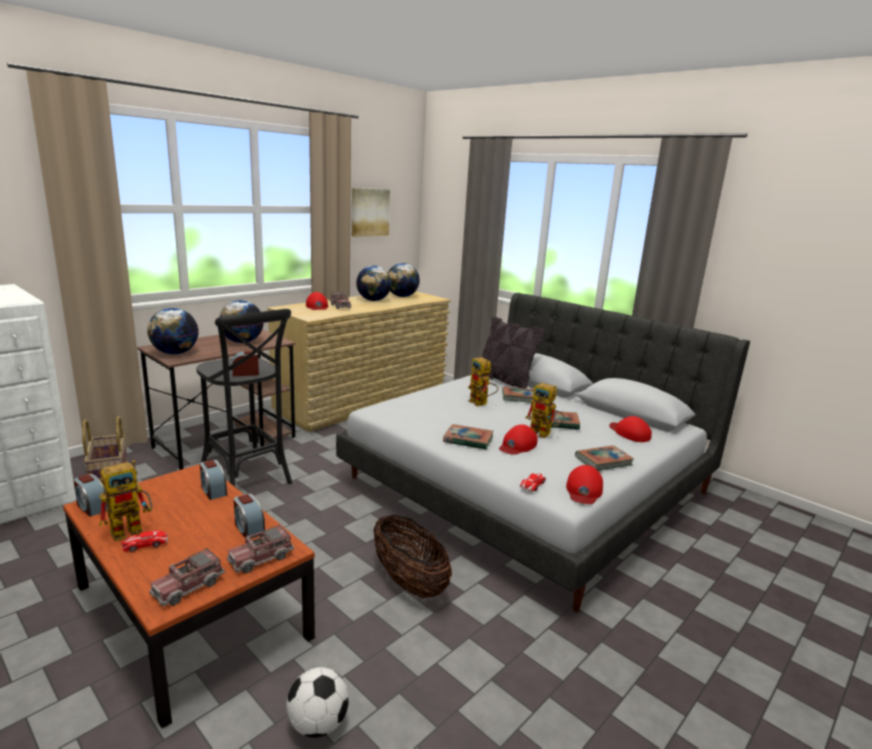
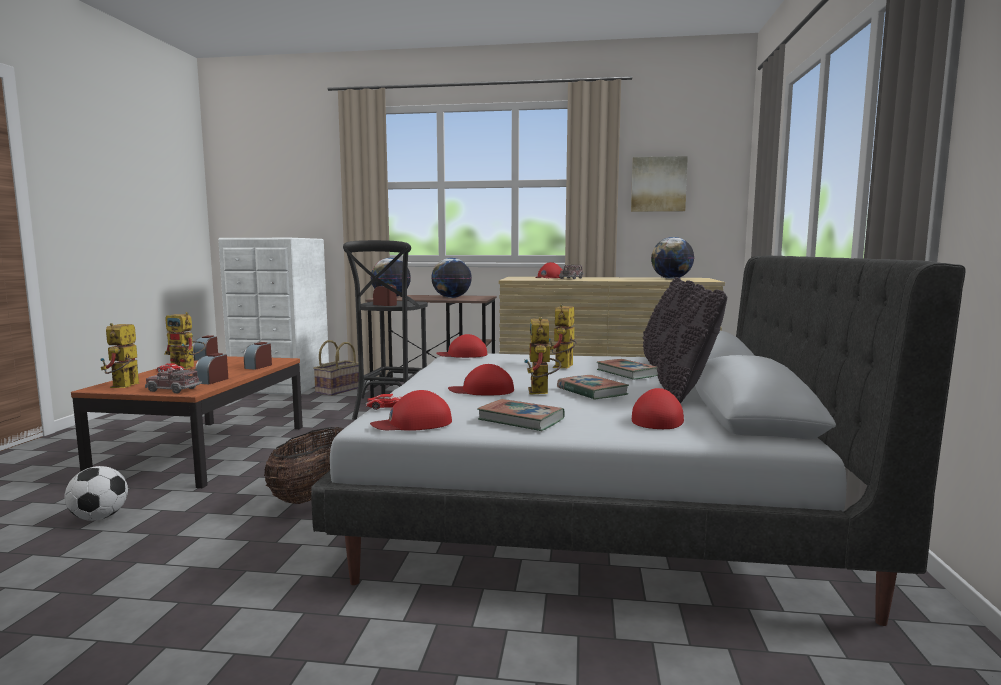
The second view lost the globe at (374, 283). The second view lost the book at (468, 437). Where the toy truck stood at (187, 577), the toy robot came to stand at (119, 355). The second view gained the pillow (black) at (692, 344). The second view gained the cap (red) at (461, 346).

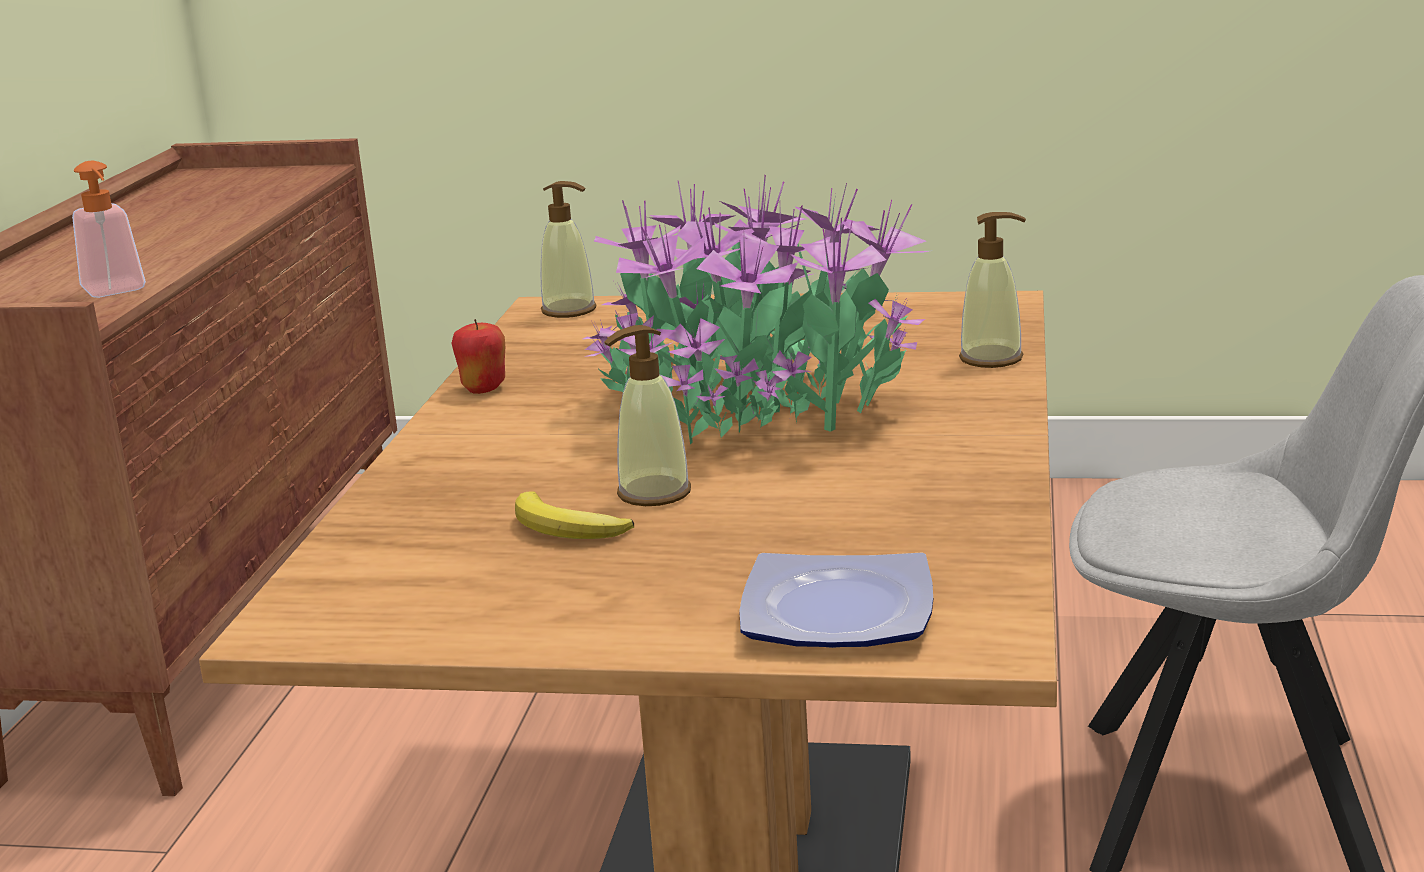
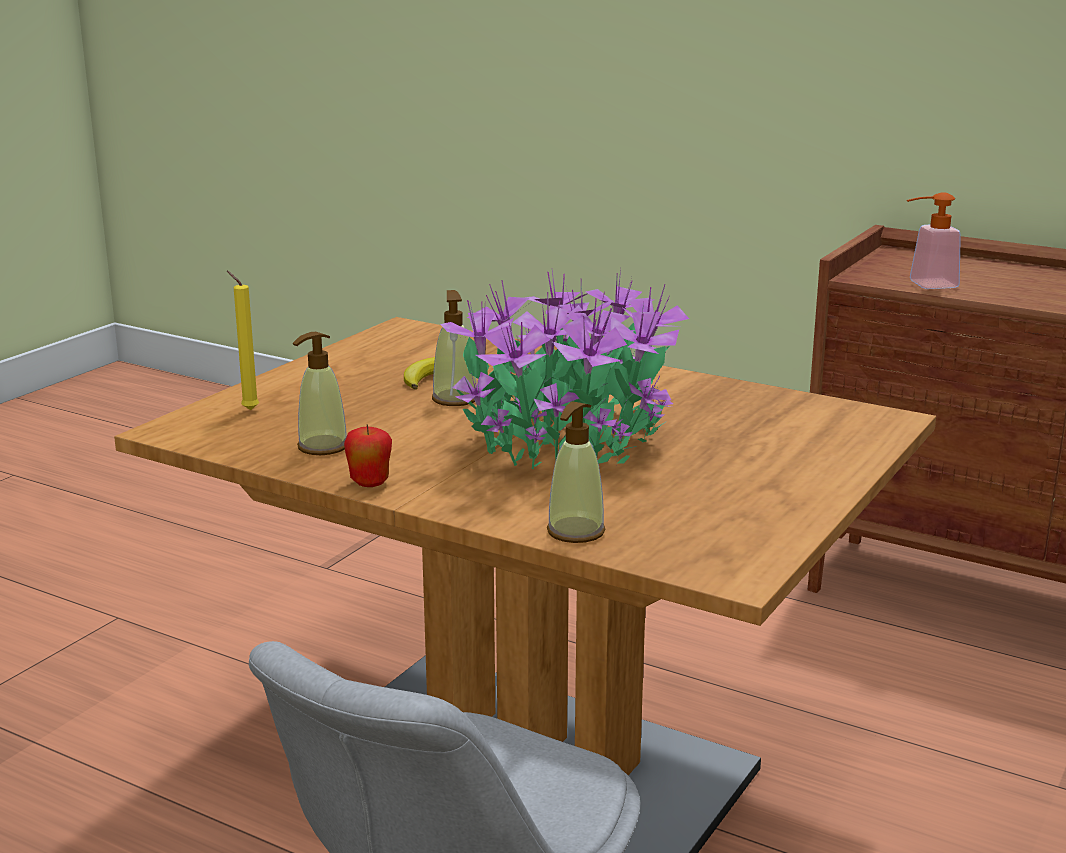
The soap dispenser ended up elsewhere, having gone from (568, 249) to (320, 393). The apple ended up elsewhere, having gone from (478, 356) to (368, 455). Where the plate stood at (836, 600), the candle (yellow) came to stand at (243, 340).

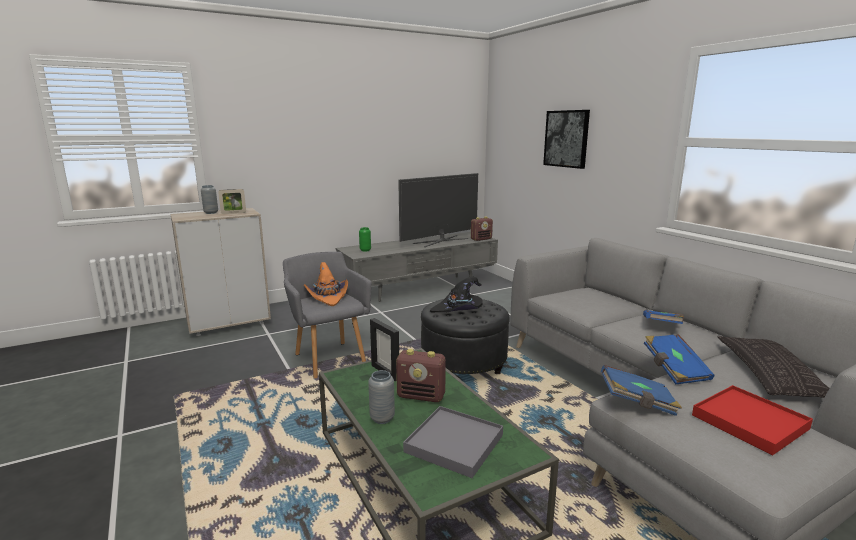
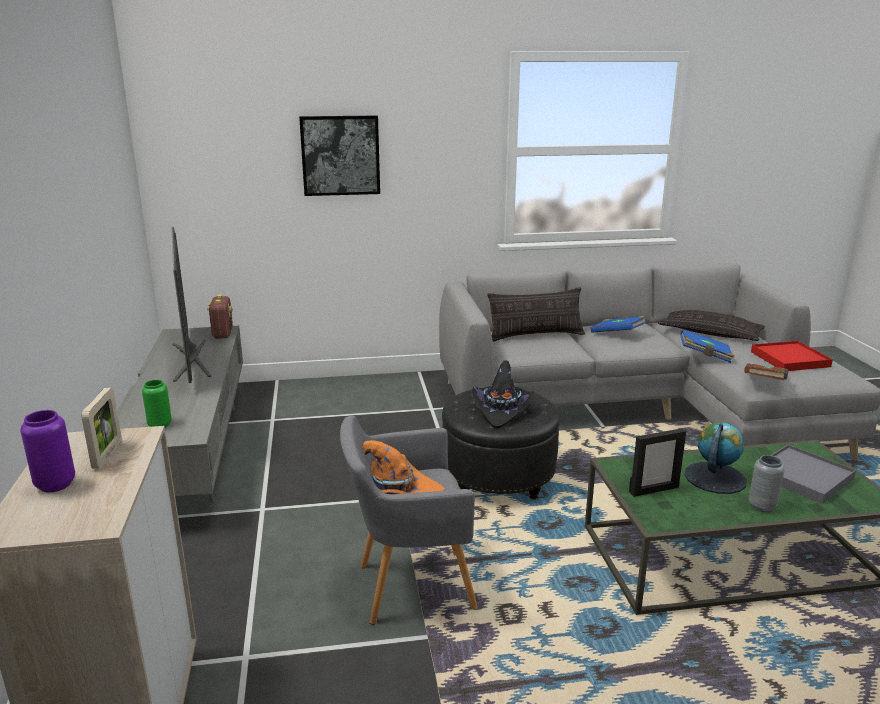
What was the vase (grey) at (209, 199) turned into the vase (purple) at (47, 451). Where the radio stood at (421, 375), the globe came to stand at (716, 458). What was the book (blue) at (641, 390) turned into the book (brown) at (766, 371). The second view gained the pillow at (536, 314).

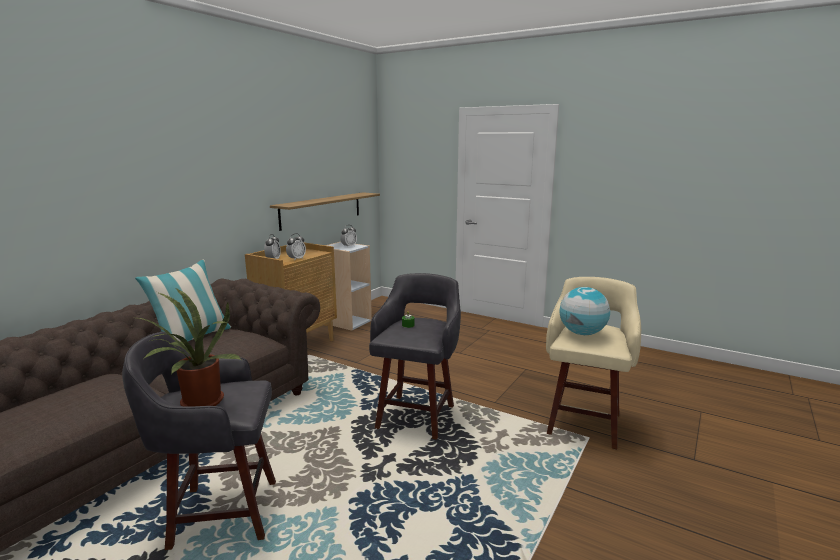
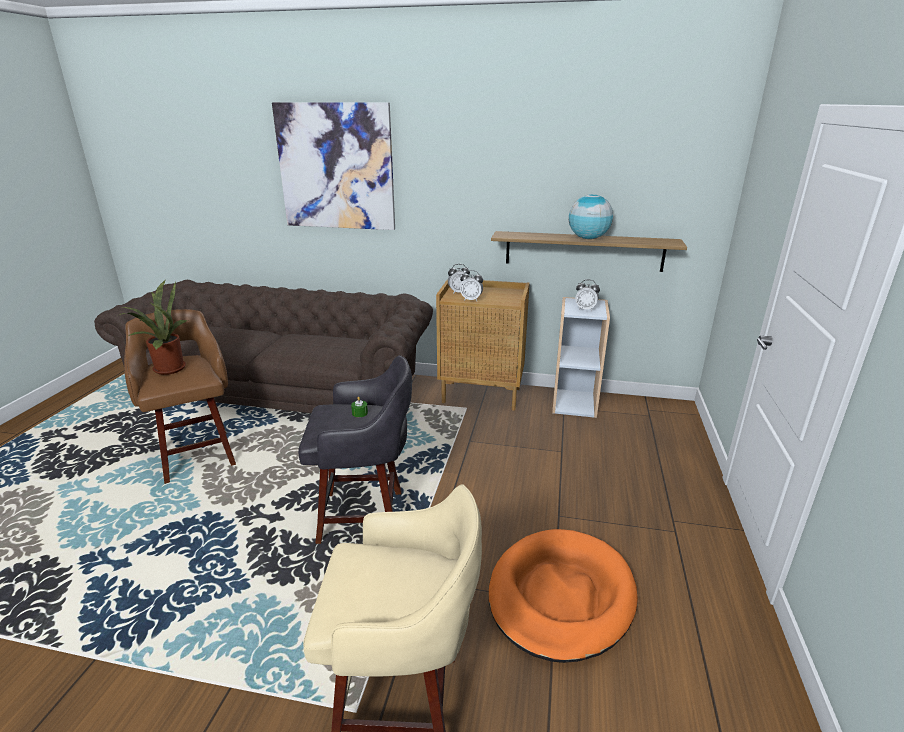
The second view lost the pillow at (183, 301). The globe ended up elsewhere, having gone from (585, 311) to (591, 216). What was the stool (grey) at (199, 441) turned into the stool (brown) at (180, 396). The second view gained the picture at (333, 166). The second view gained the dog bed (orange) at (563, 596).

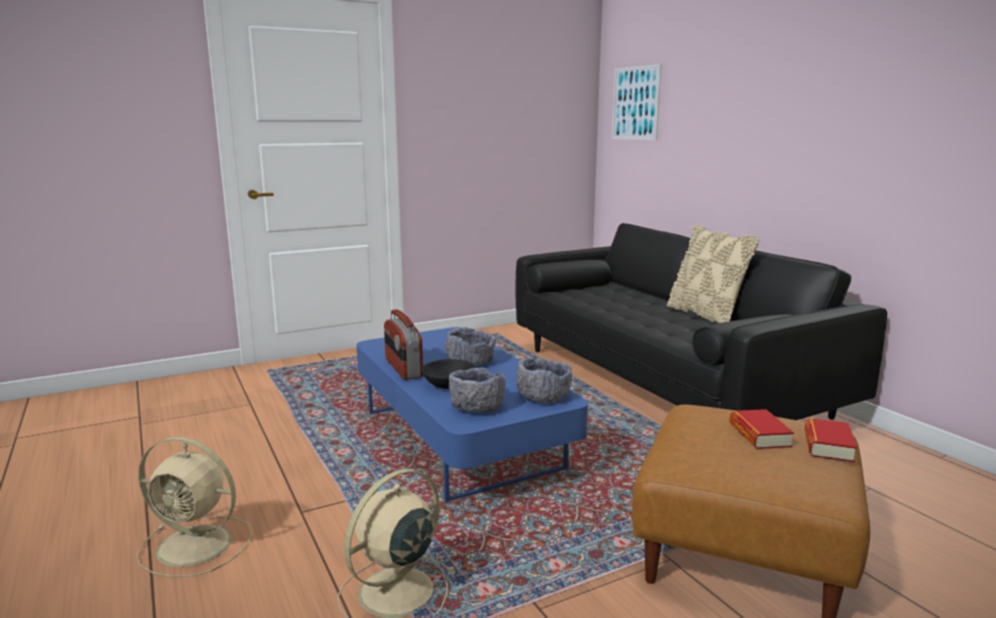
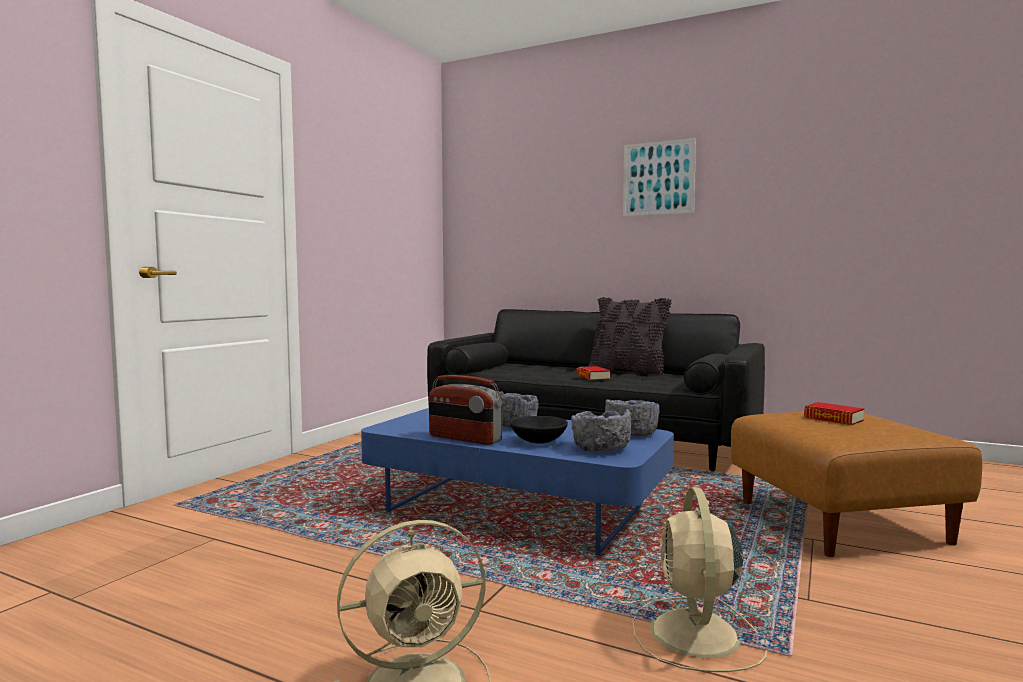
The picture ended up elsewhere, having gone from (636, 102) to (659, 177). What was the pillow (beige) at (713, 274) turned into the pillow (black) at (630, 336). The book ended up elsewhere, having gone from (831, 440) to (594, 373).

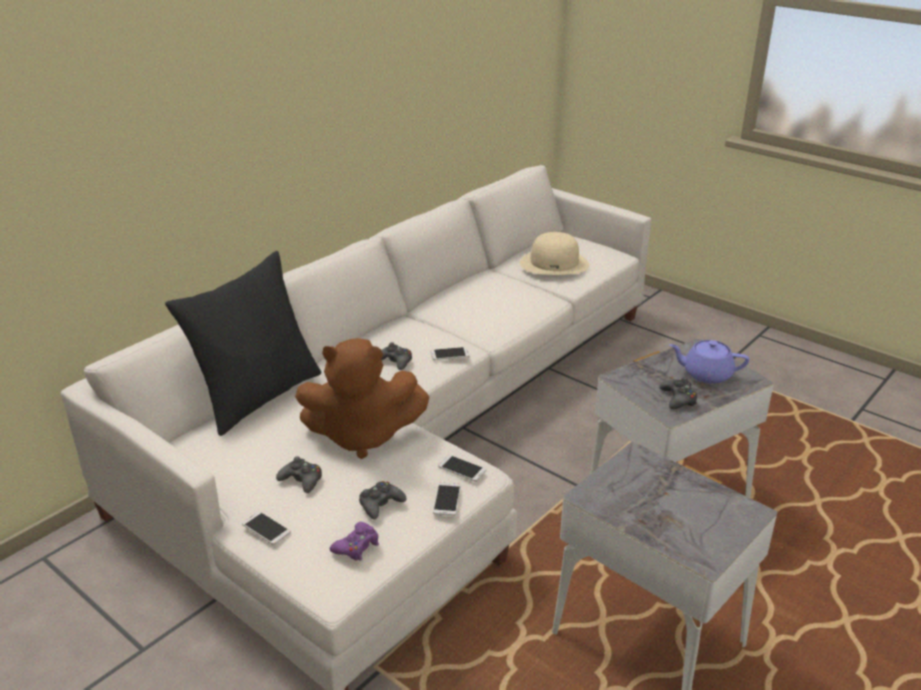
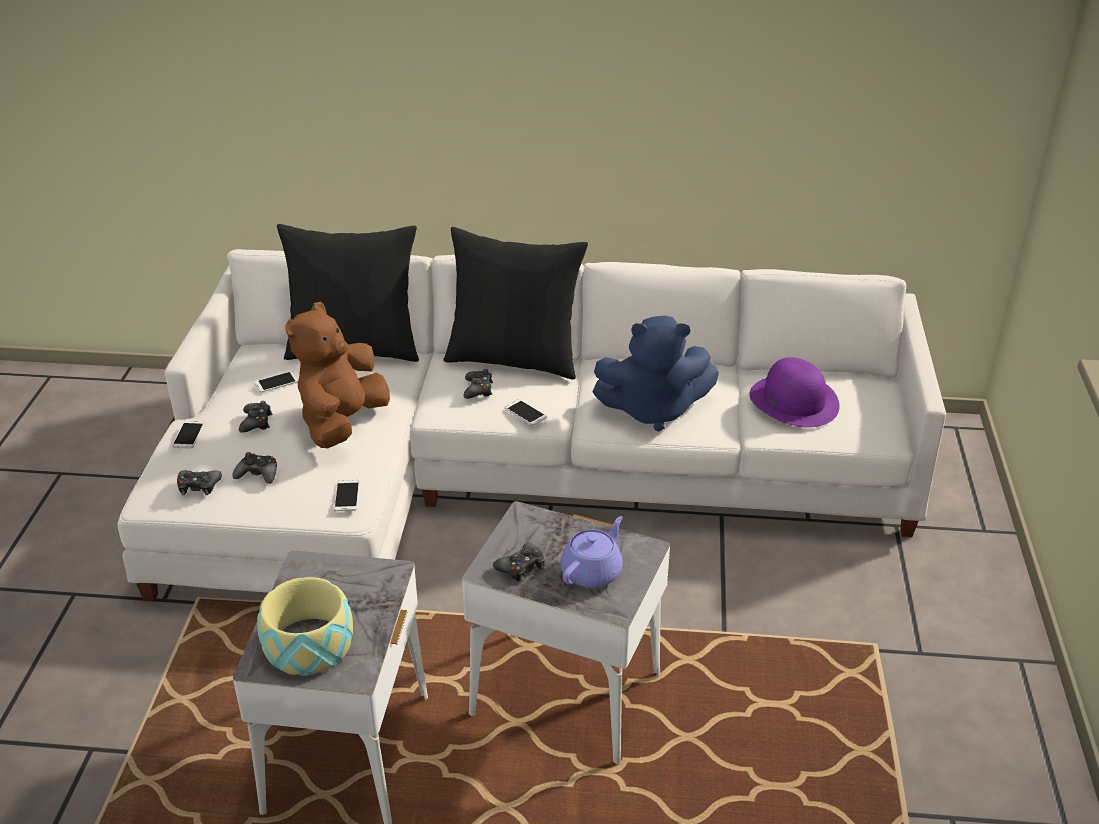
What was the hat (beige) at (554, 253) turned into the hat (purple) at (794, 392). The plush toy (brown) at (362, 398) ended up facing another way, 60 degrees clockwise from before. The teapot (purple) at (709, 362) ended up facing another way, 60 degrees clockwise from before. The phone ended up elsewhere, having gone from (447, 499) to (276, 382). What was the game controller (purple) at (354, 541) turned into the game controller (black) at (199, 482). The second view gained the pillow (black) at (515, 303). The second view gained the plush toy (blue) at (655, 374). The second view gained the bowl at (305, 626).

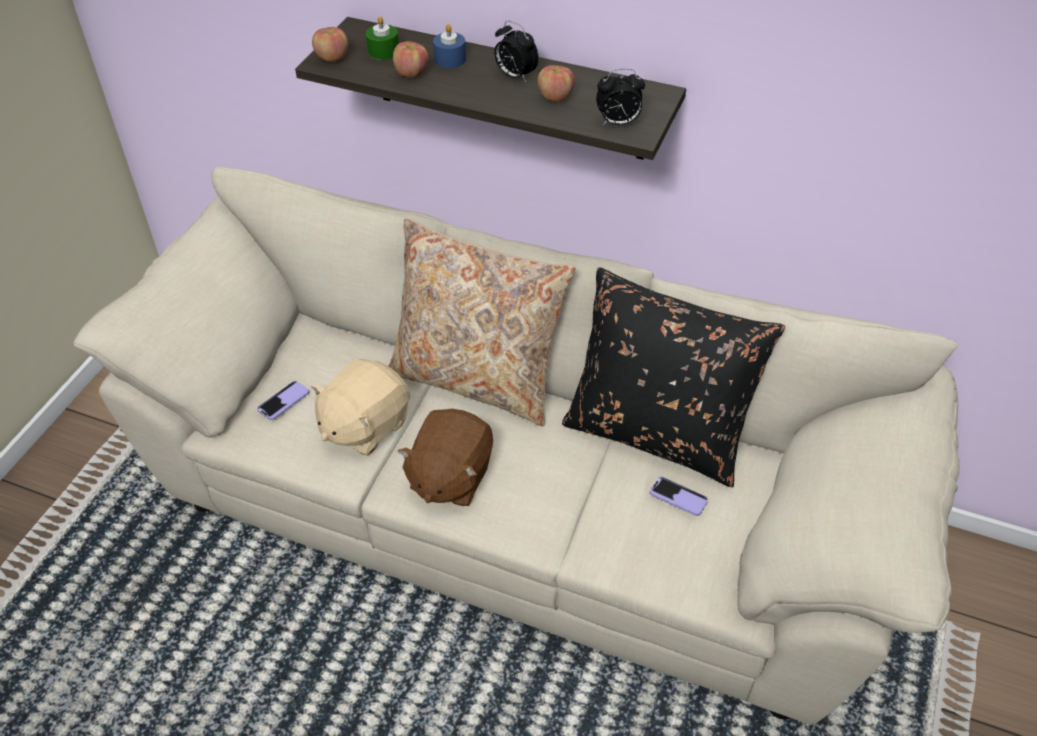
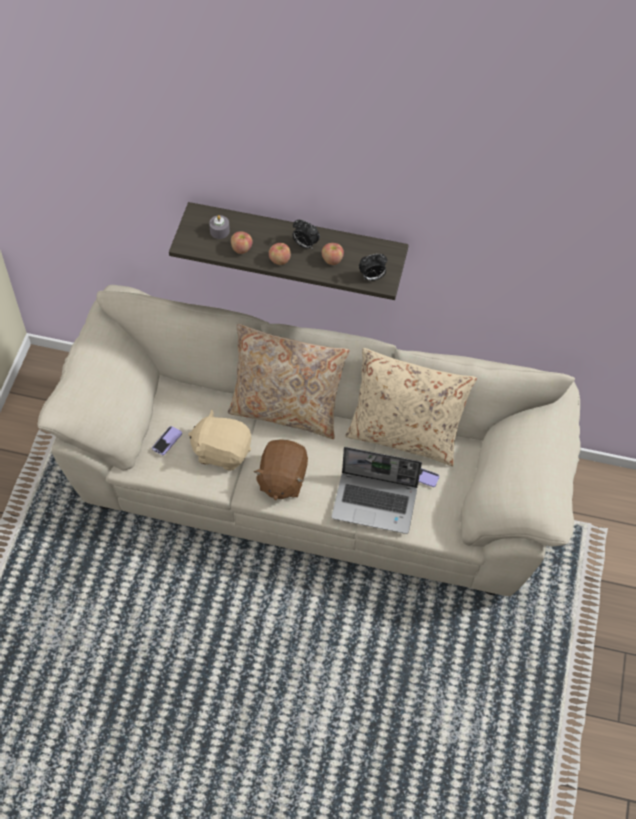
What was the candle (green) at (382, 38) turned into the candle (grey) at (219, 227). The second view lost the candle (blue) at (449, 46). The apple ended up elsewhere, having gone from (330, 44) to (280, 254). What was the pillow (black) at (673, 377) turned into the pillow (beige) at (411, 407). The plush toy (beige) at (360, 407) ended up facing another way, 75 degrees clockwise from before. The second view gained the laptop at (377, 490).

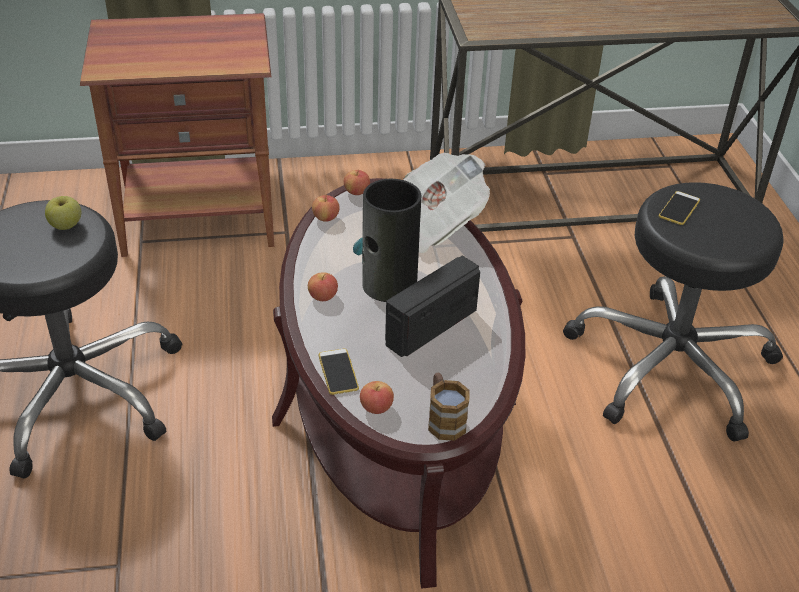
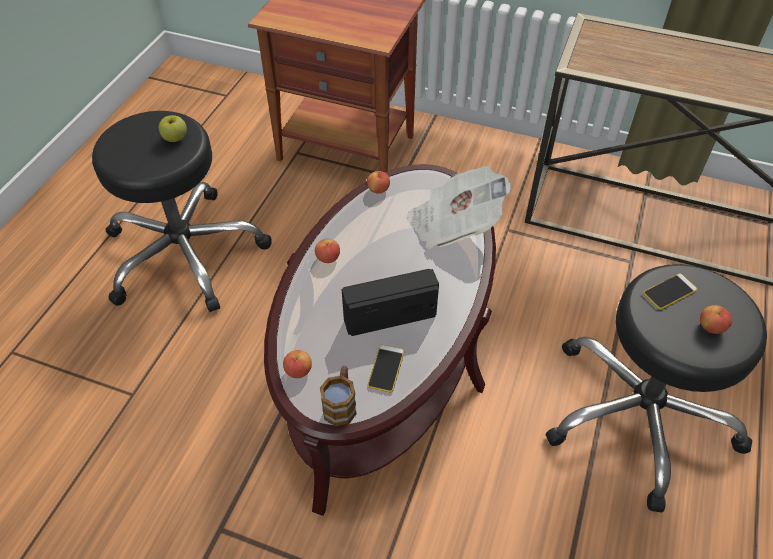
The apple ended up elsewhere, having gone from (357, 182) to (716, 319). The second view lost the vase at (387, 240). The phone ended up elsewhere, having gone from (339, 372) to (385, 369).

